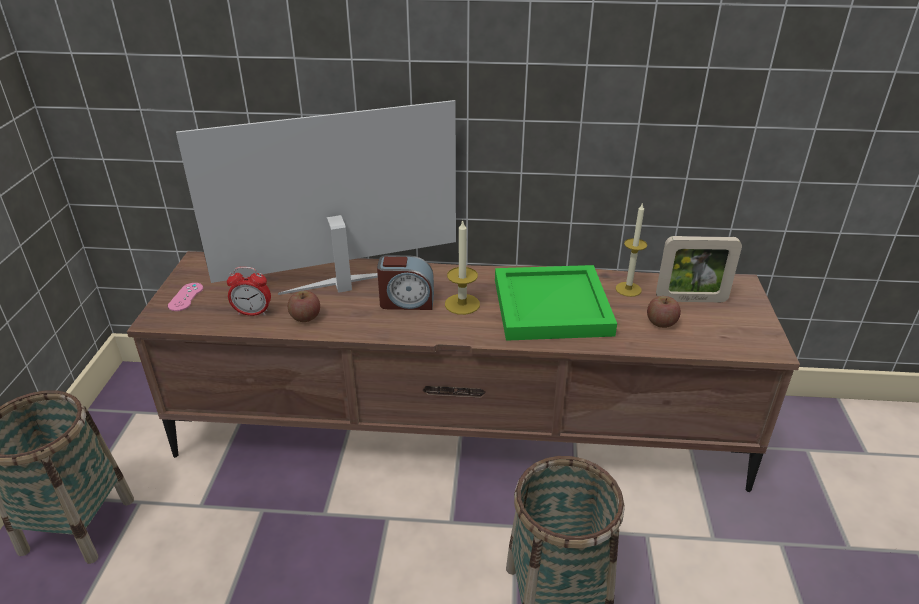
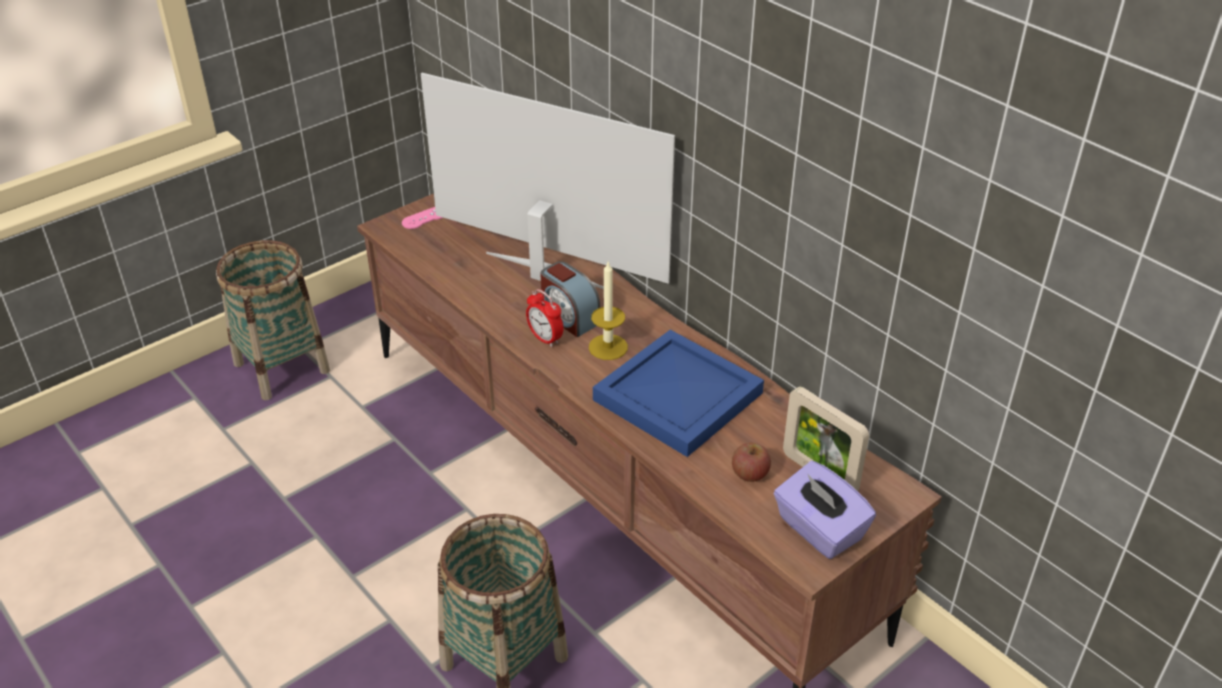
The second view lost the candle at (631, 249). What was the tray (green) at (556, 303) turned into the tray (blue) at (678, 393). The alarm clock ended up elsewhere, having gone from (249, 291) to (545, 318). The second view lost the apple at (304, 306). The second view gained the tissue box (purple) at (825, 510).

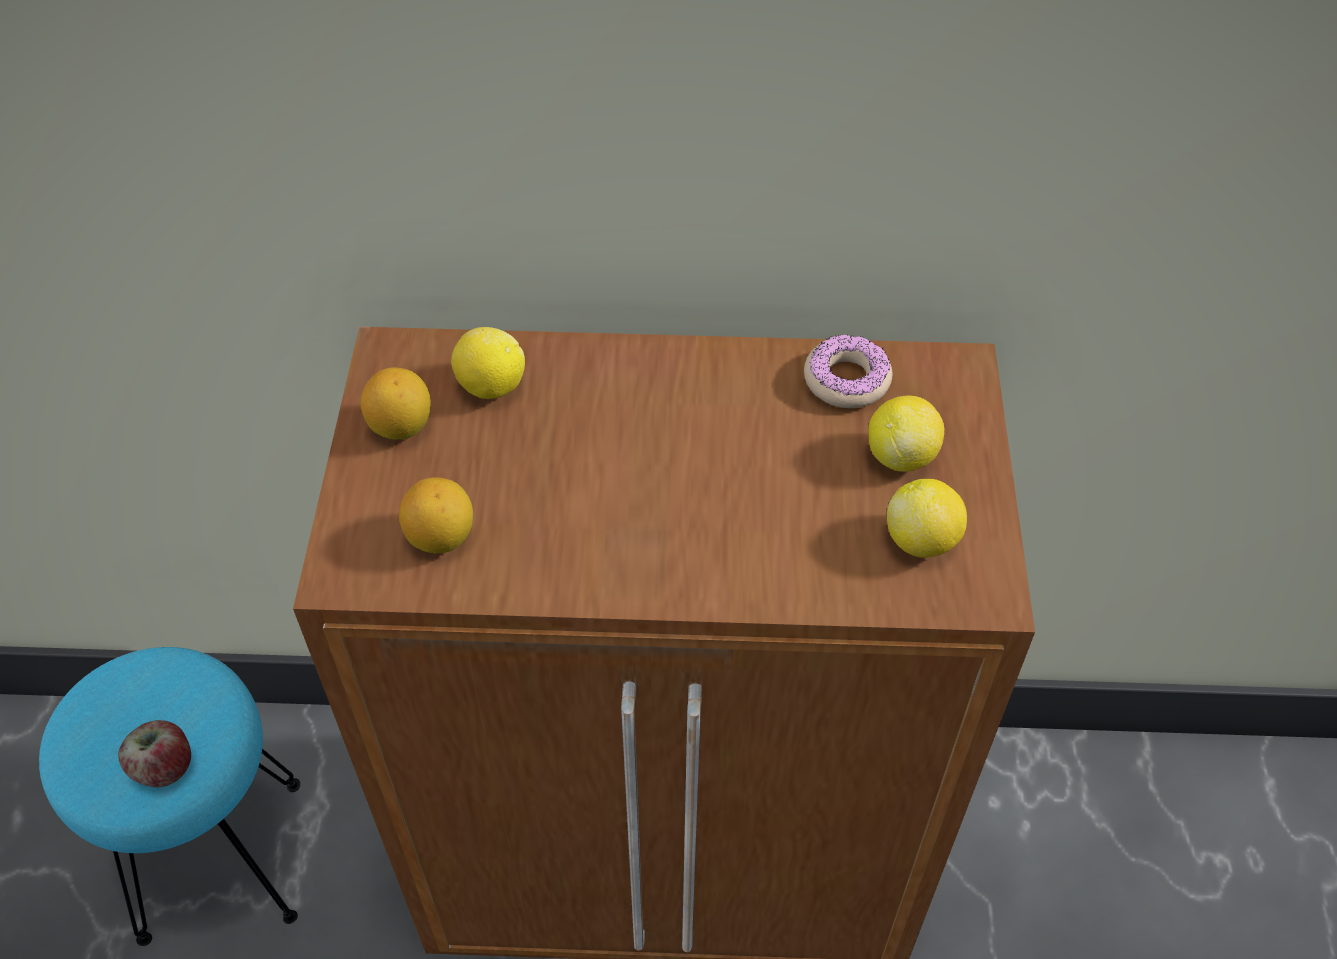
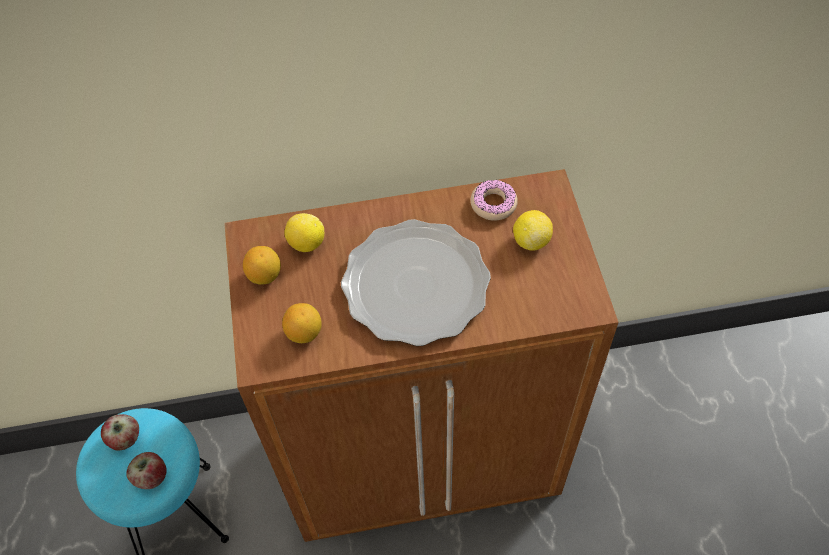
The second view lost the lemon at (927, 518). The second view gained the plate at (416, 282). The second view gained the apple at (120, 432).

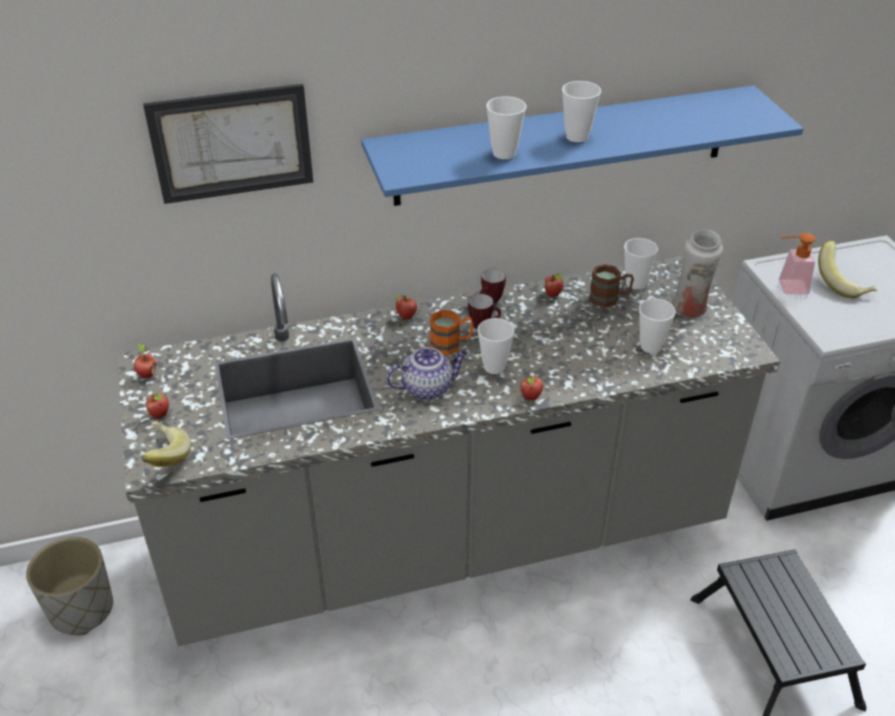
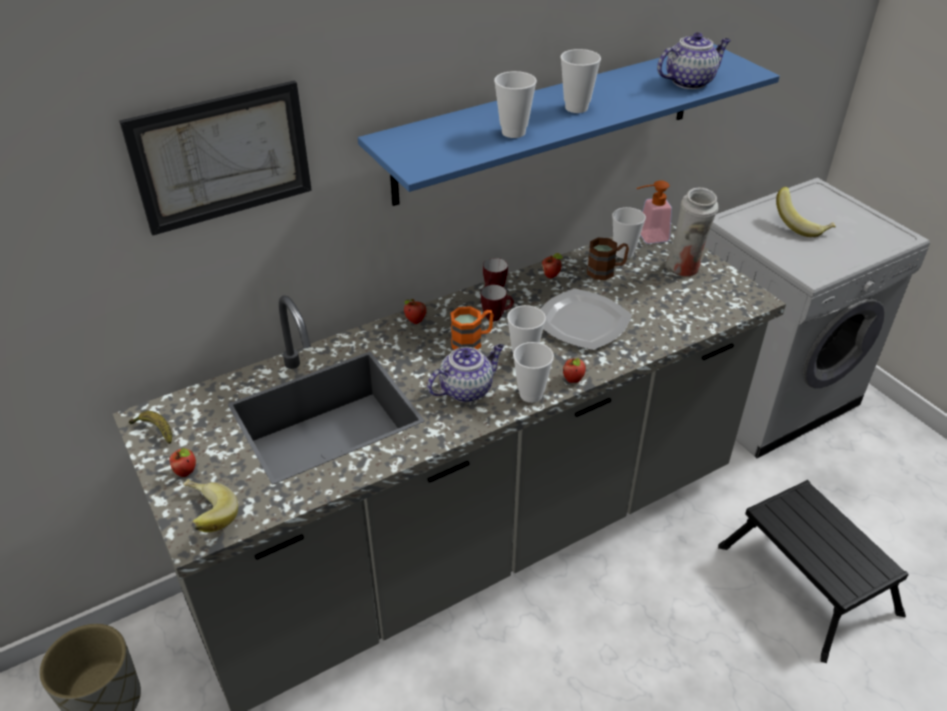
The soap dispenser ended up elsewhere, having gone from (797, 264) to (654, 212). The cup ended up elsewhere, having gone from (657, 325) to (533, 372). Where the apple stood at (144, 361), the banana came to stand at (150, 427). The second view gained the teapot at (694, 60). The second view gained the plate at (586, 319).

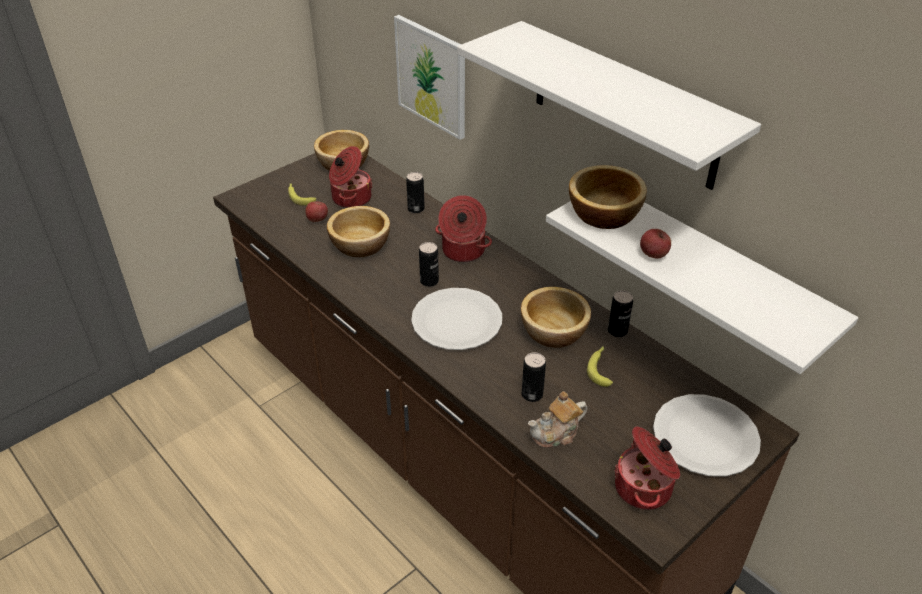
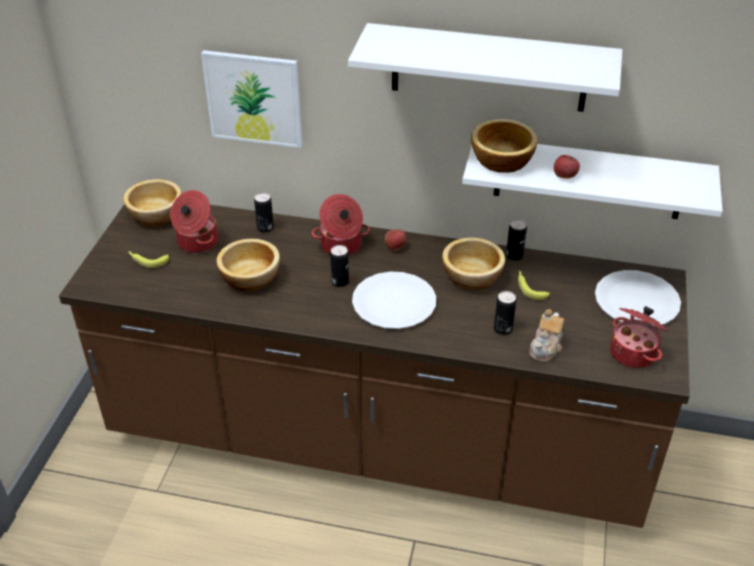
The apple ended up elsewhere, having gone from (316, 211) to (396, 240).

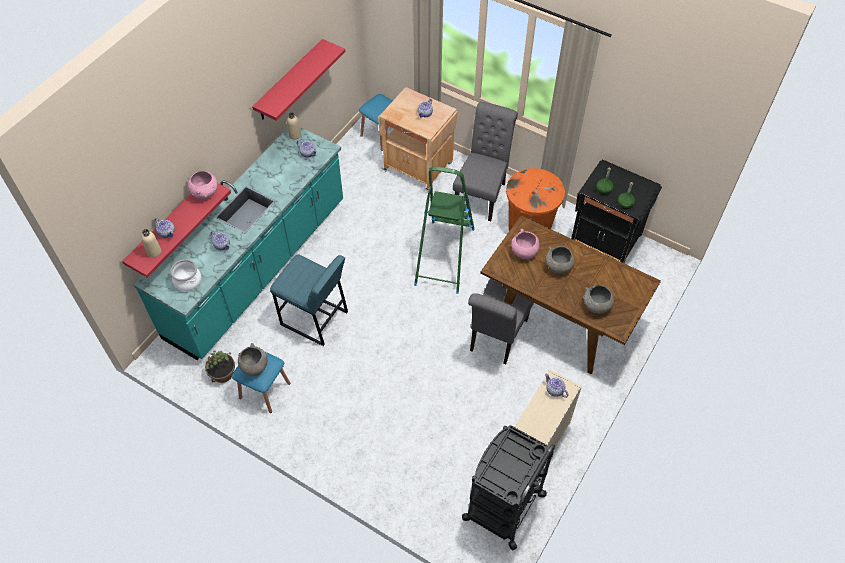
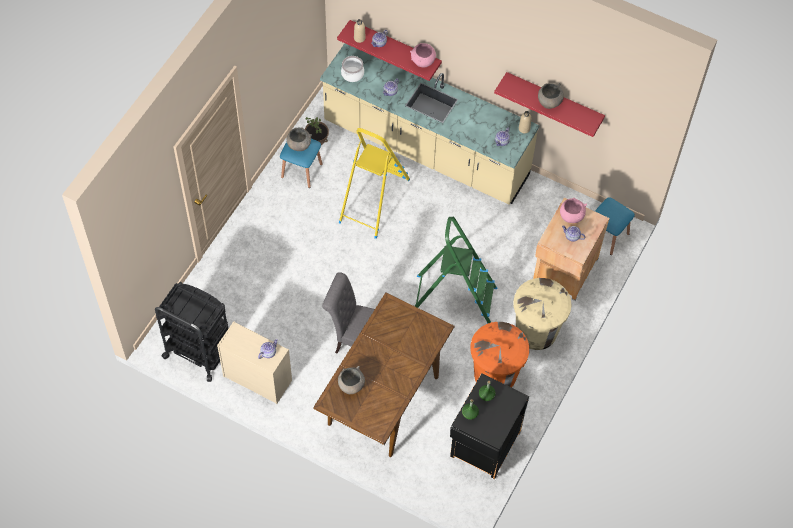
Where the chair (grey) stood at (485, 161), the trash can (beige) came to stand at (542, 314). What was the counter (turquoise) at (238, 243) turned into the counter (beige) at (430, 124). The bowl (pink) ended up elsewhere, having gone from (525, 244) to (573, 210). The bowl (grey) ended up elsewhere, having gone from (560, 260) to (551, 96). Where the stool (blue) stood at (309, 300), the step ladder (yellow) came to stand at (374, 183).

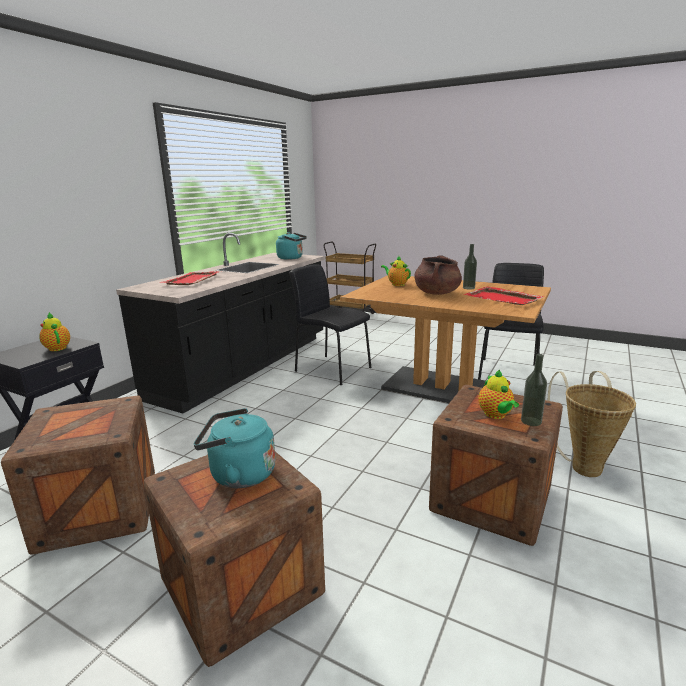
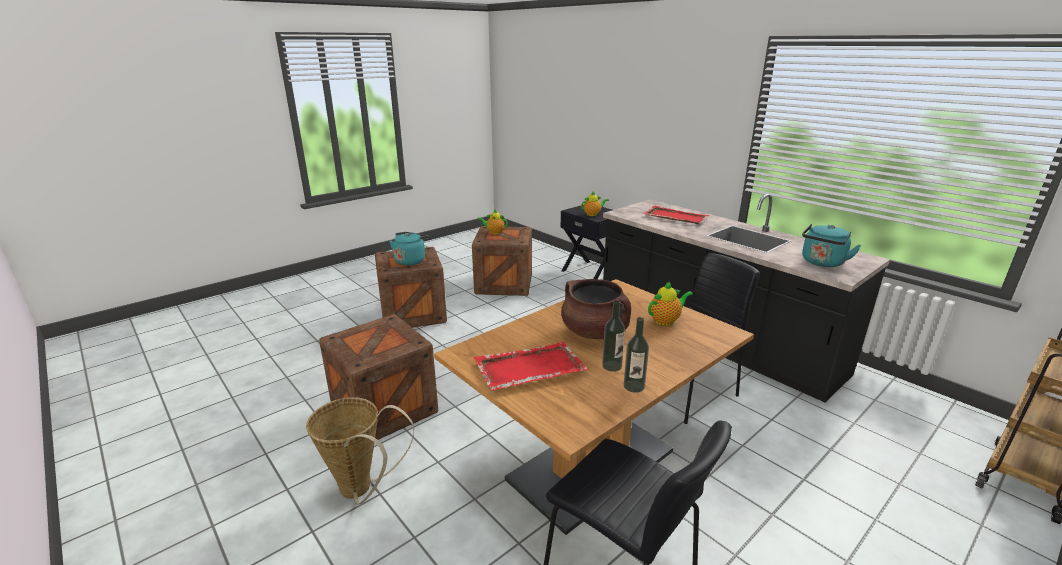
The bottle ended up elsewhere, having gone from (534, 390) to (636, 355). The teapot ended up elsewhere, having gone from (499, 394) to (493, 221).

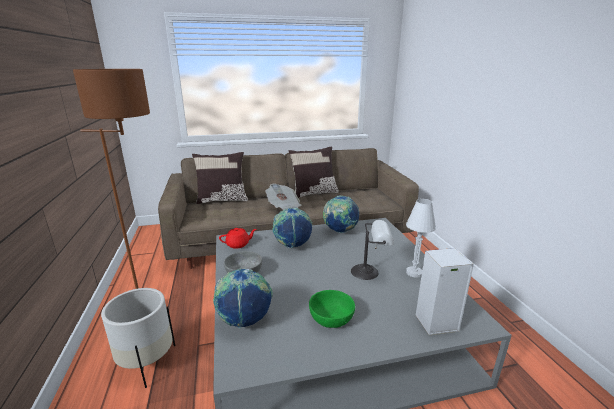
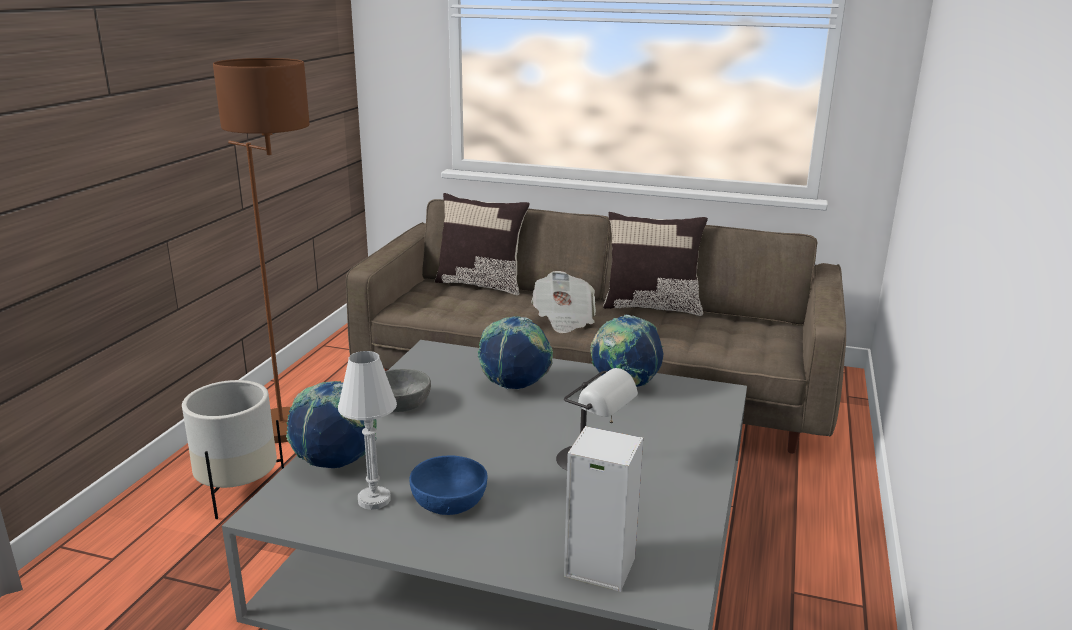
The table lamp (white) ended up elsewhere, having gone from (421, 238) to (367, 430). The second view lost the teapot (red) at (238, 238). What was the bowl (green) at (332, 309) turned into the bowl (blue) at (448, 485).

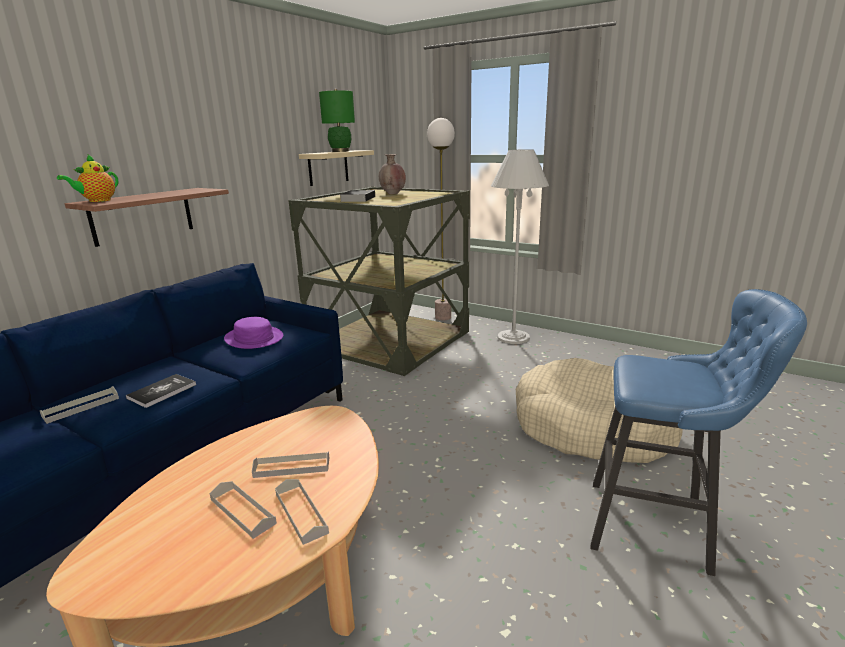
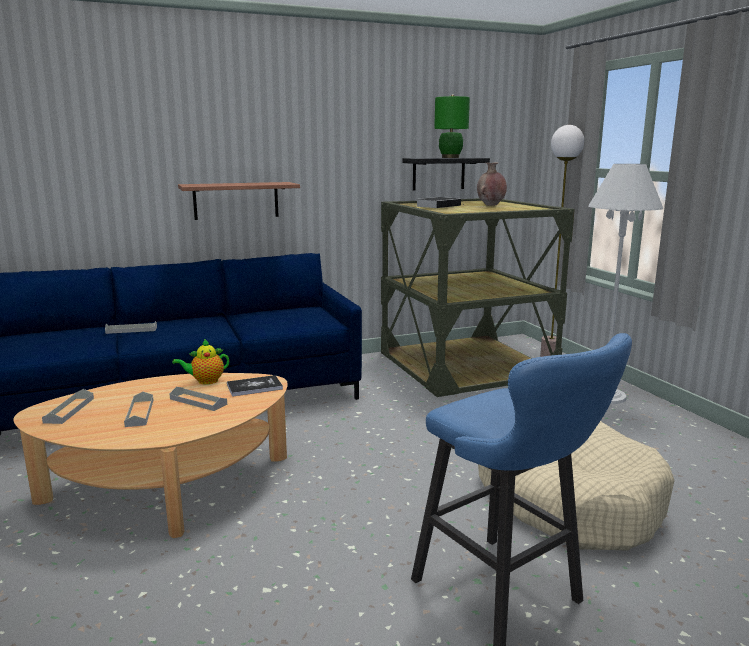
What was the shelf (beige) at (336, 168) turned into the shelf (black) at (446, 174). The teapot ended up elsewhere, having gone from (87, 178) to (200, 362). The second view lost the hat (purple) at (253, 333). The book ended up elsewhere, having gone from (161, 391) to (255, 386). The tray (grey) ended up elsewhere, having gone from (302, 512) to (68, 406).

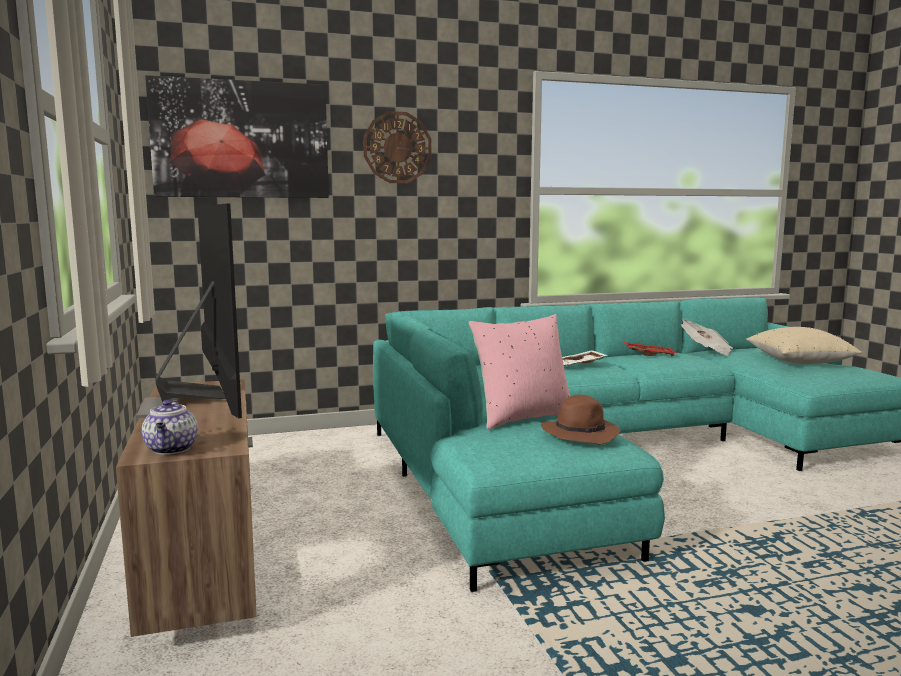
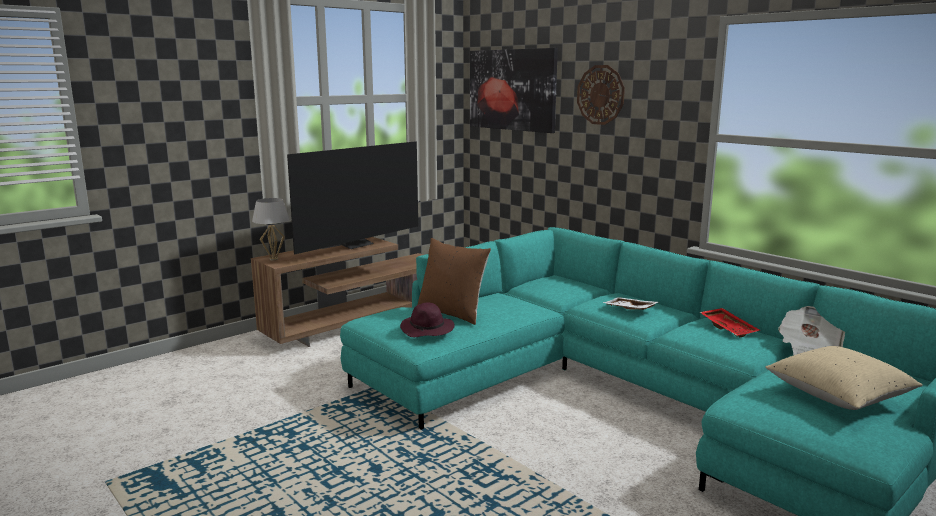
What was the pillow (pink) at (519, 372) turned into the pillow (brown) at (454, 281). What was the hat (brown) at (581, 419) turned into the hat (purple) at (427, 320). Where the teapot stood at (170, 427), the table lamp (white) came to stand at (271, 229).

